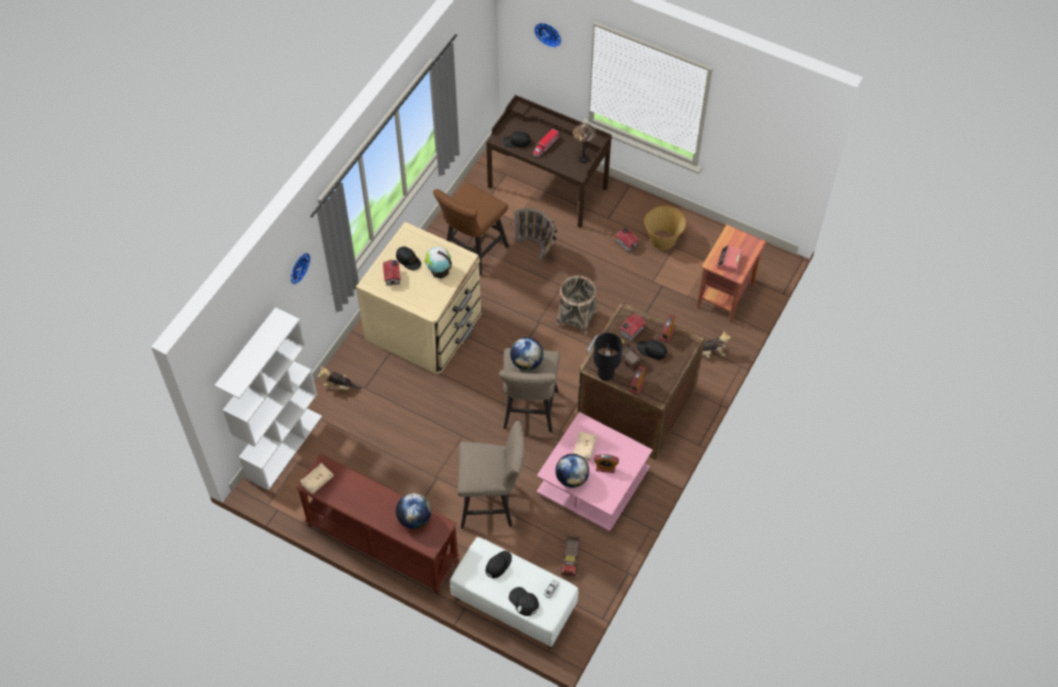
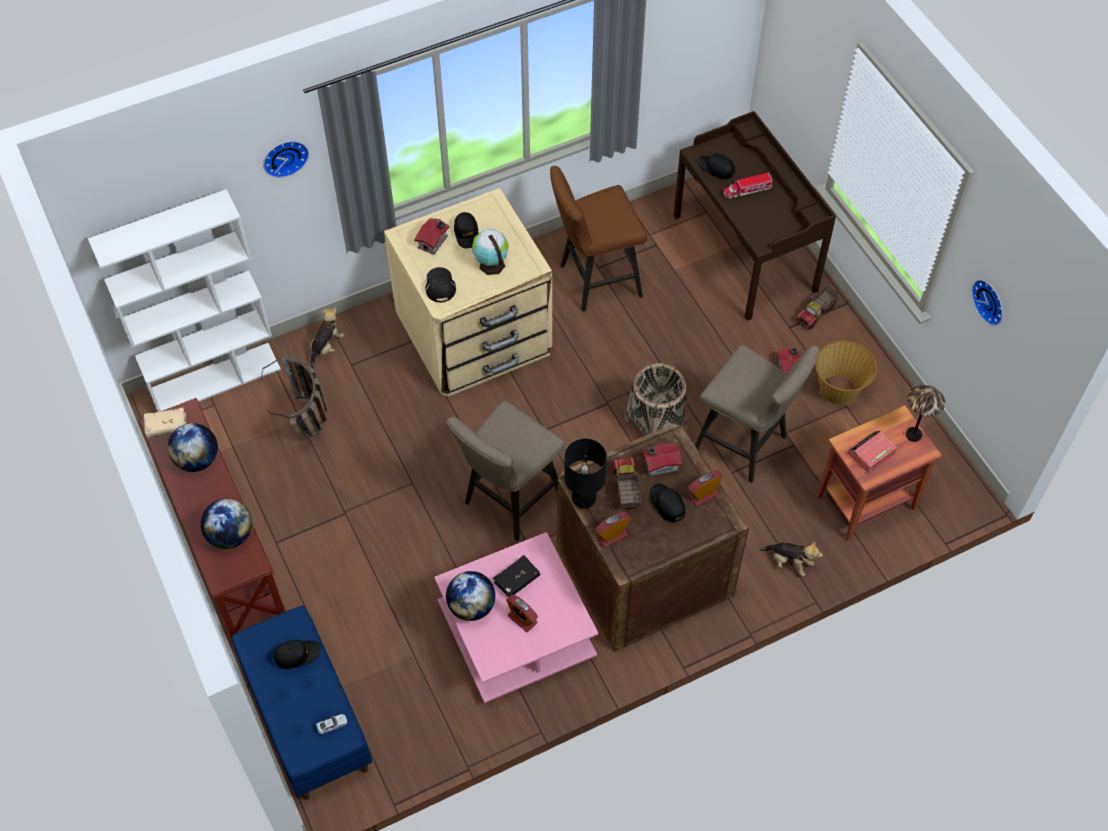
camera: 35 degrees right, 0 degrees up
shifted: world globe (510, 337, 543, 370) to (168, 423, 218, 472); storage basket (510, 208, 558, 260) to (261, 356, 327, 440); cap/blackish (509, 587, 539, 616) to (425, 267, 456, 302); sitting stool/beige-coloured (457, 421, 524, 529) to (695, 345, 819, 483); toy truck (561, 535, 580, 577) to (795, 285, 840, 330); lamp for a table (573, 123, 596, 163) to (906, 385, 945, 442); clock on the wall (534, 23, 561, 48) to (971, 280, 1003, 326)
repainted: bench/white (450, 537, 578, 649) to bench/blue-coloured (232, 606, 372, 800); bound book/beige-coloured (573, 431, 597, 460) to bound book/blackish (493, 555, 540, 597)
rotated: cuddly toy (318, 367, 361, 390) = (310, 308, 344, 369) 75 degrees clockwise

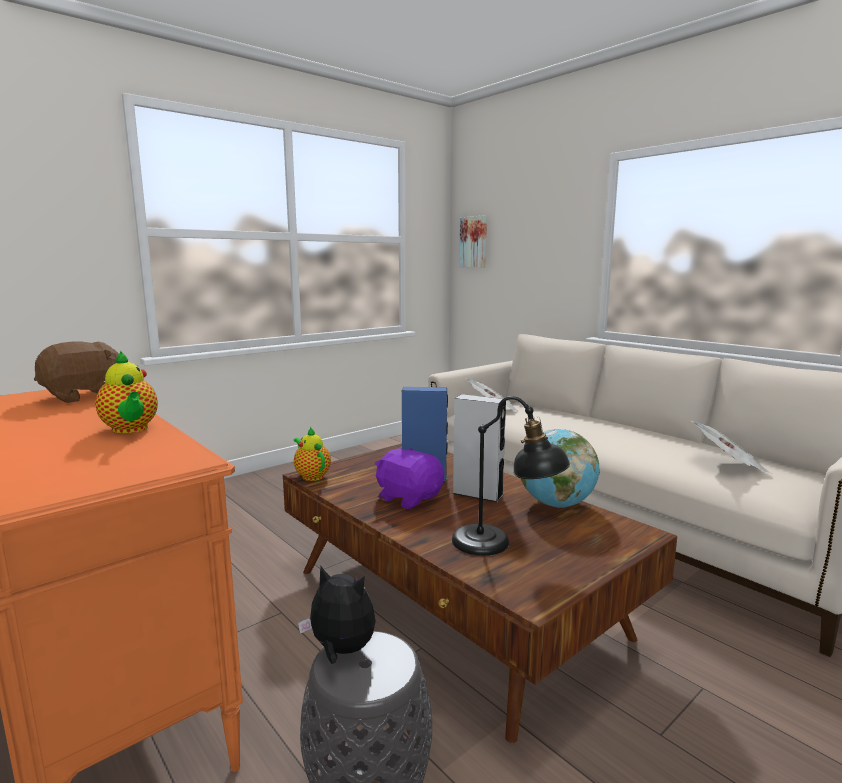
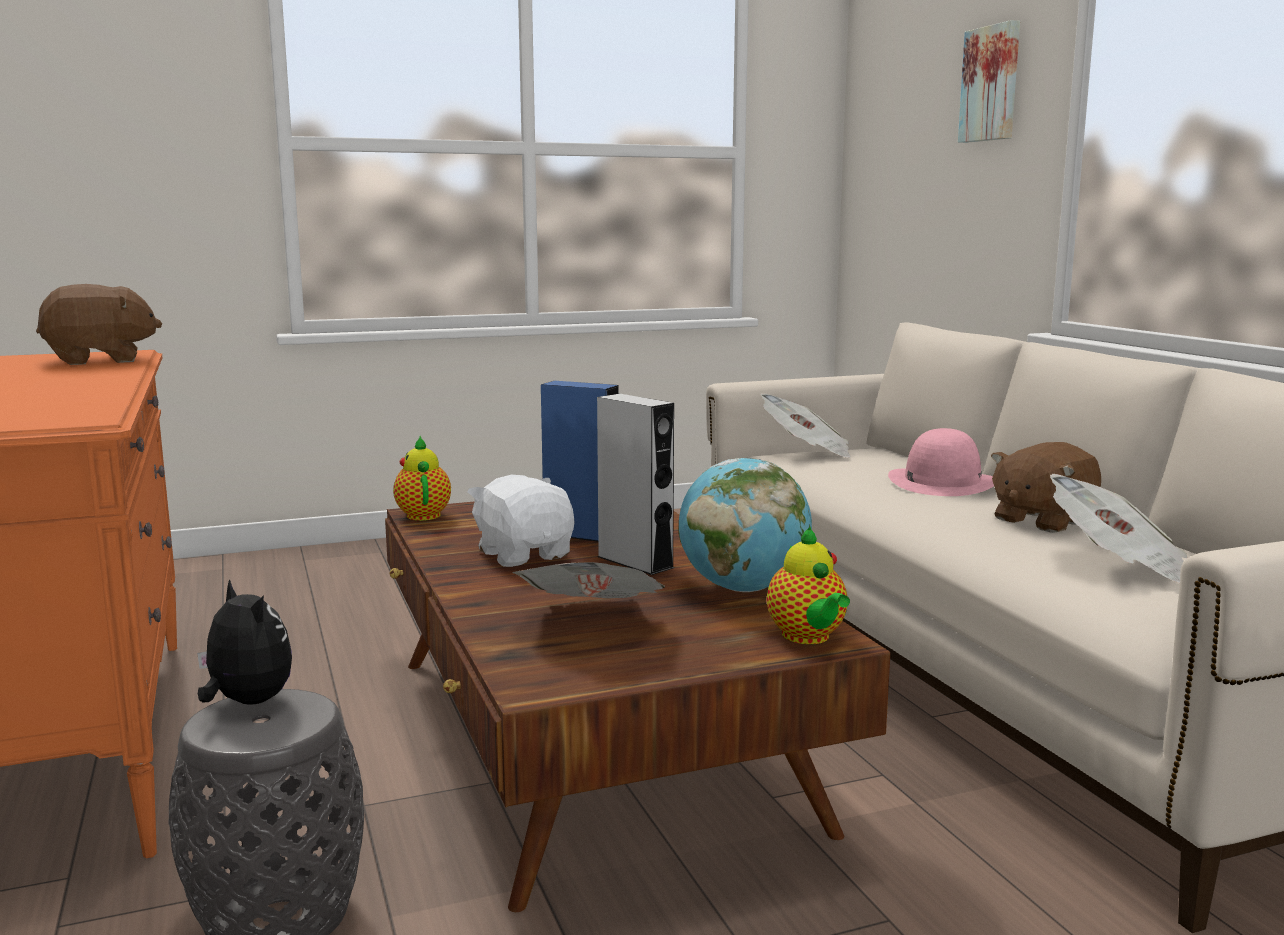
camera: 20 degrees right, 0 degrees up
new: wearable hat/pinkish (888, 428, 994, 496); cuddly toy/brownish (991, 442, 1101, 533)
shifted: pot for tea (96, 351, 158, 433) to (767, 527, 850, 644); picture (459, 215, 487, 267) to (958, 20, 1020, 143)
swapped: lamp for a table/blackish (452, 396, 570, 556) to printed paper (513, 562, 665, 598)
repainted: cuddly toy/purplish (375, 448, 444, 509) to cuddly toy/white (468, 475, 575, 567)

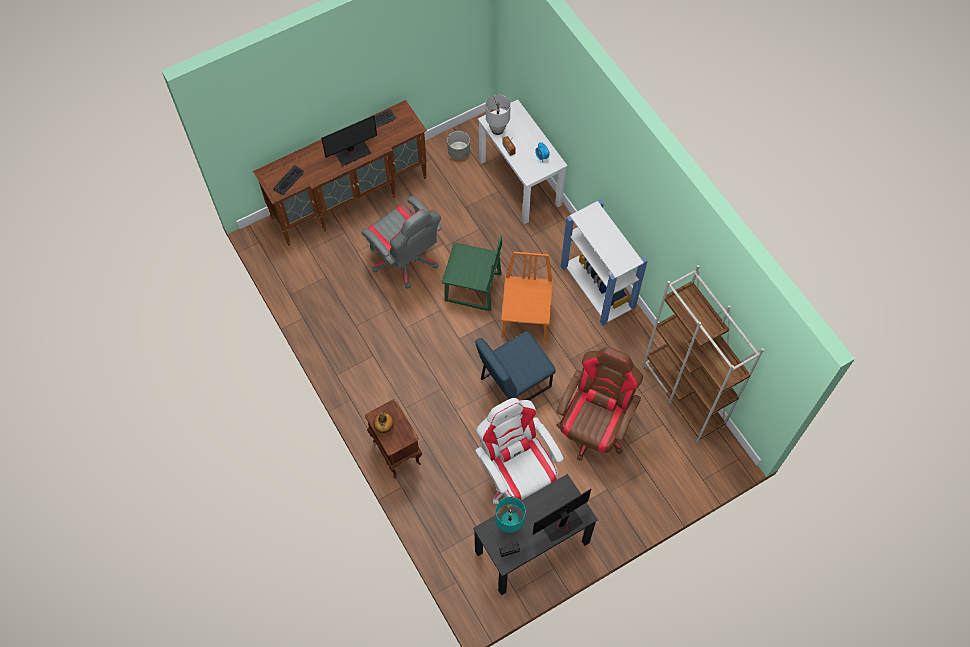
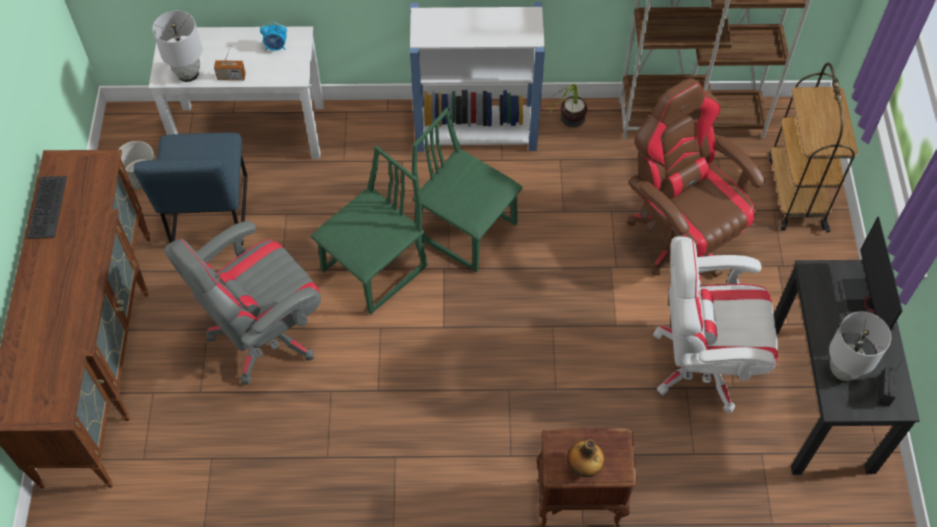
camera: 60 degrees left, 5 degrees down
gone: keyboard (273, 165, 304, 195); computer display (321, 115, 377, 166)
new: plant in a pot (547, 84, 587, 127); trolley/brownish (769, 63, 858, 233)
shifted: upright chair/blue-coloured (475, 331, 556, 400) to (134, 133, 248, 246)
repainted: upright chair/orangey (501, 252, 553, 340) to upright chair/green-coloured (412, 108, 523, 273); lamp for a table/turquoise-coloured (495, 497, 525, 533) to lamp for a table/white (829, 312, 891, 383)
rotated: computer chair/gray (362, 196, 442, 288) = (164, 221, 321, 385) 150 degrees clockwise

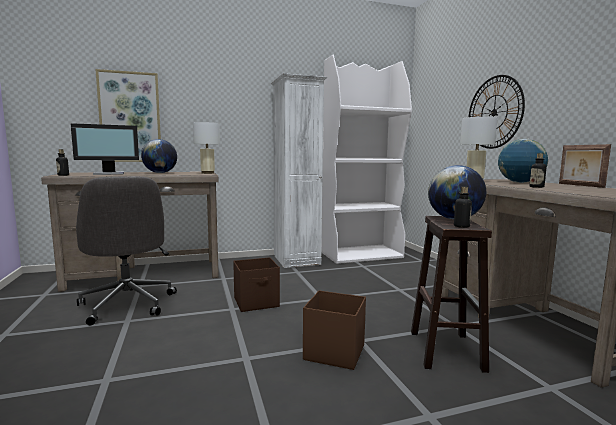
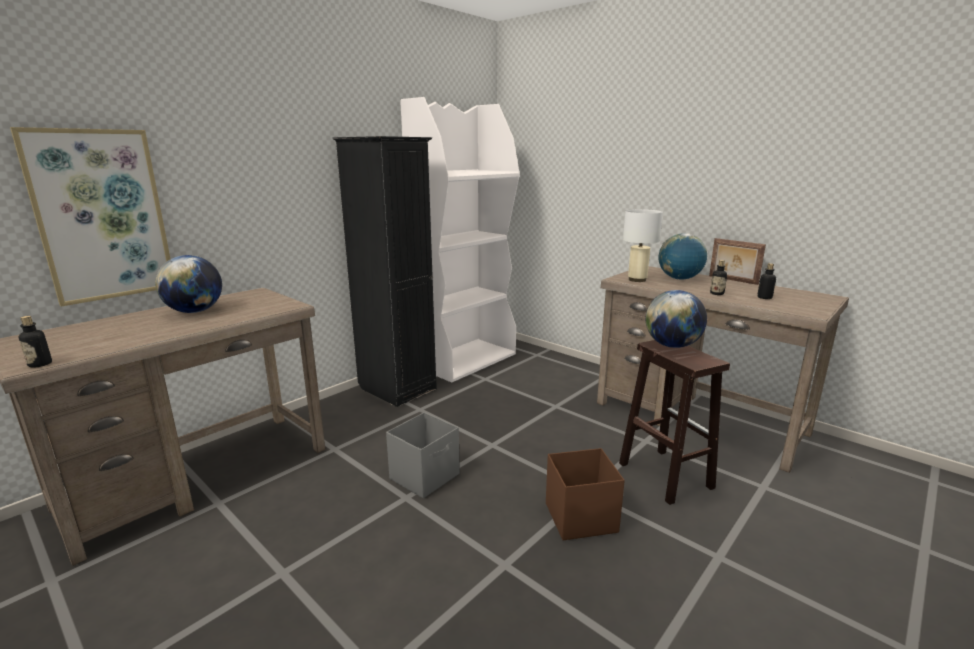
camera: 30 degrees left, 10 degrees up
gone: computer display (70, 123, 139, 175); computer chair/gray (76, 176, 177, 326); lamp for a table/white (193, 122, 220, 174); clock on the wall (469, 75, 525, 149)
shifted: drink bottle (454, 187, 472, 228) to (758, 263, 776, 299)
repainted: cabinet/white (271, 73, 327, 268) to cabinet/blackish (333, 136, 437, 407); storage container/brownish (233, 257, 280, 312) to storage container/gray (386, 412, 460, 498)

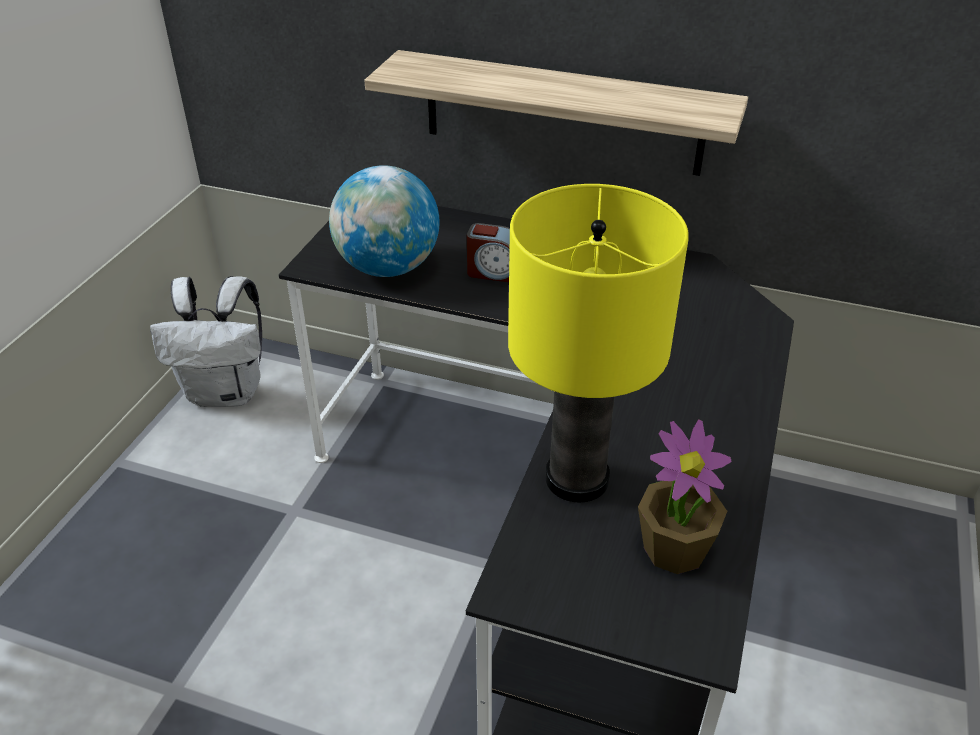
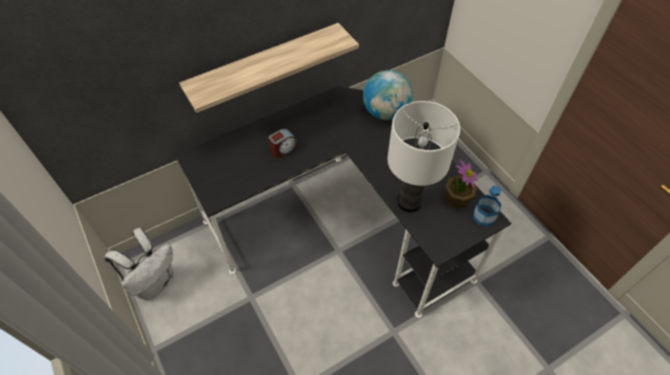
camera: 50 degrees left, 15 degrees up
new: drink bottle (473, 186, 501, 226)
shifted: world globe (329, 165, 440, 277) to (363, 70, 413, 120)
repainted: lamp for a table/yellow-coloured (508, 184, 689, 502) to lamp for a table/white (388, 101, 460, 212)

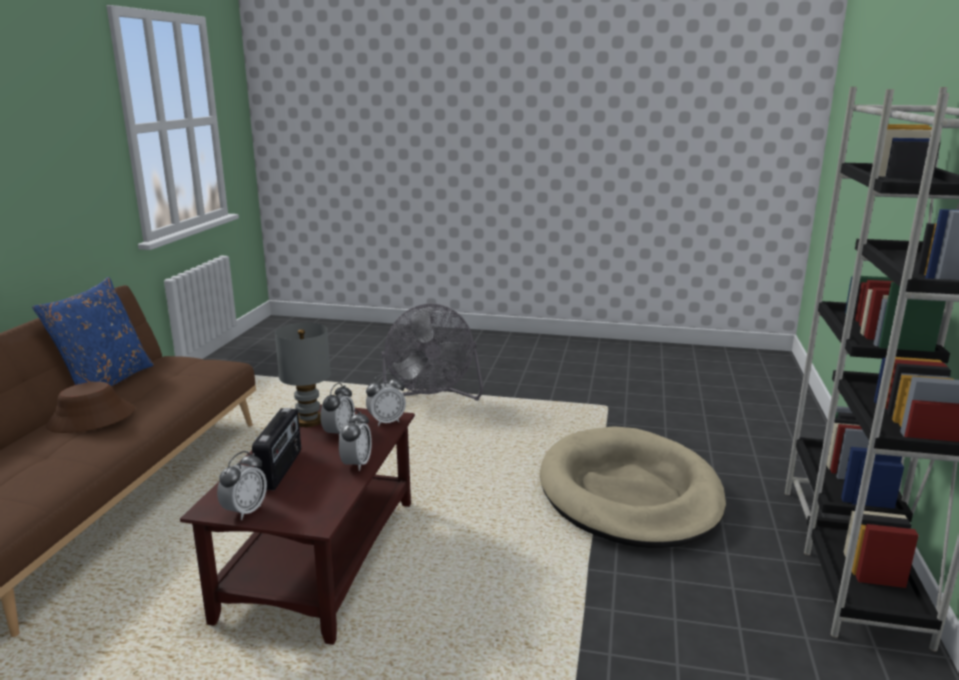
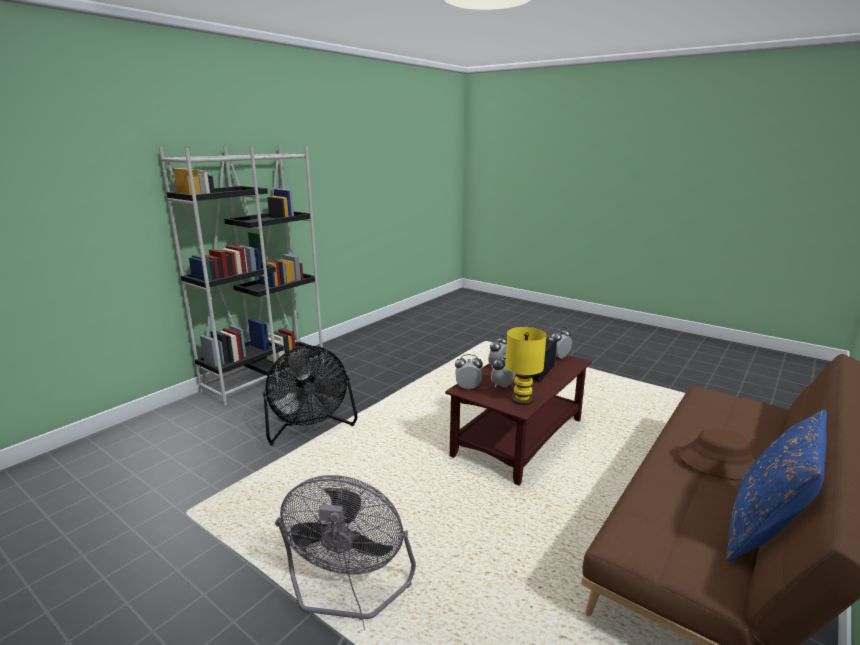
camera: 155 degrees left, 0 degrees up
swapped: pet bed/beige-coloured (540, 426, 726, 548) to cooling fan/blackish (262, 346, 357, 446)
repainted: lamp for a table/gray (275, 323, 331, 427) to lamp for a table/yellow-coloured (505, 327, 546, 405)

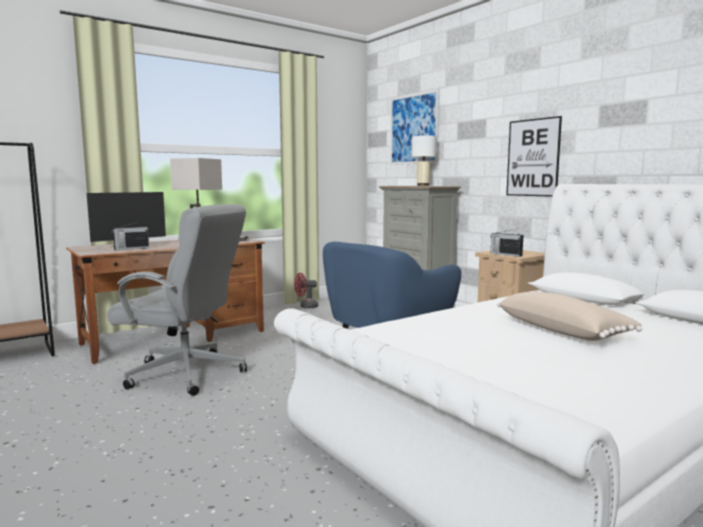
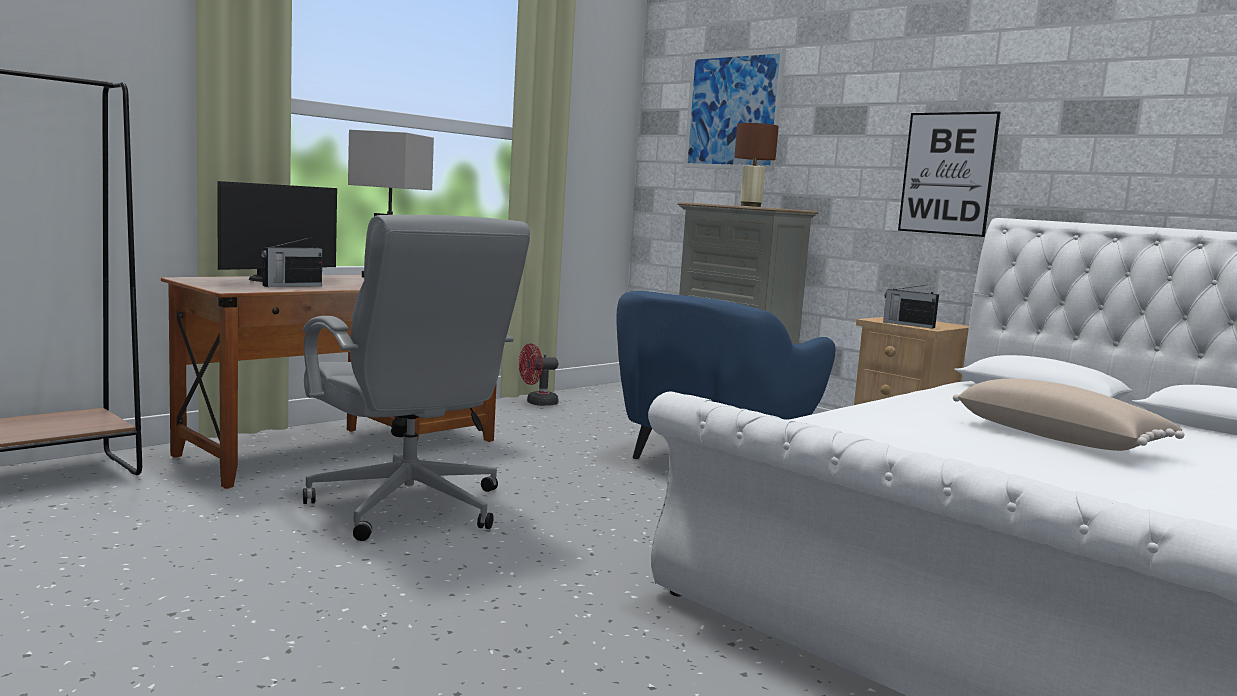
camera: 10 degrees left, 0 degrees up
repainted: lamp for a table/white (411, 135, 437, 186) to lamp for a table/brownish (735, 123, 778, 207)
rotated: computer chair/gray (107, 204, 247, 396) = (303, 215, 530, 541) 45 degrees clockwise

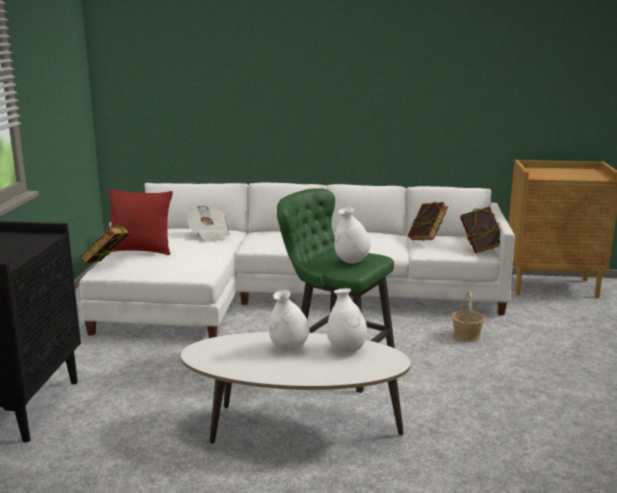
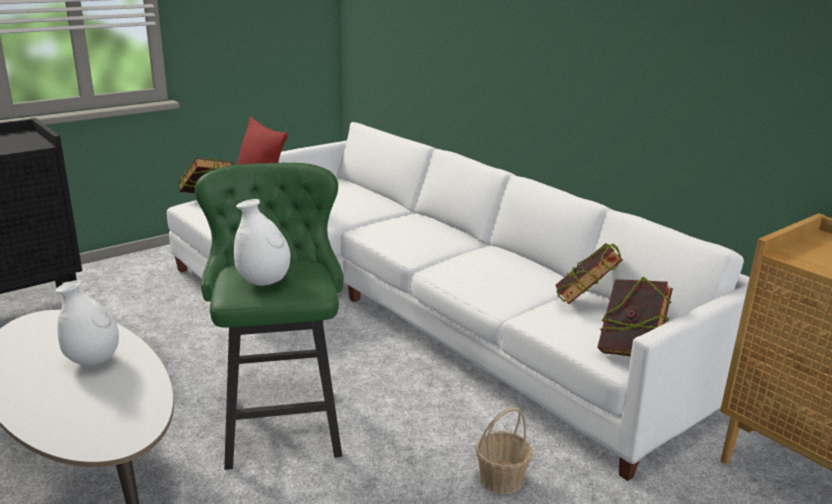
camera: 45 degrees right, 5 degrees up
gone: printed paper (187, 205, 230, 242); decorative vase/white (327, 288, 367, 352)

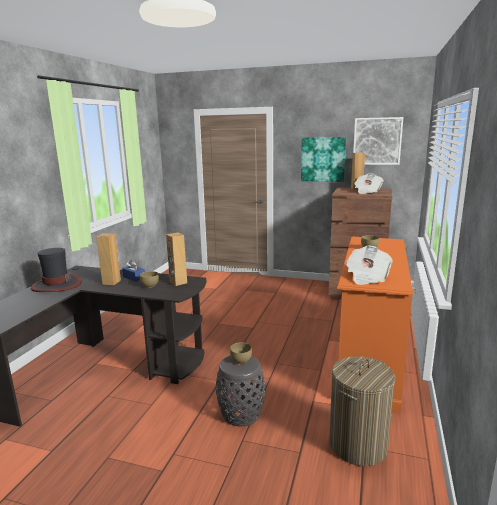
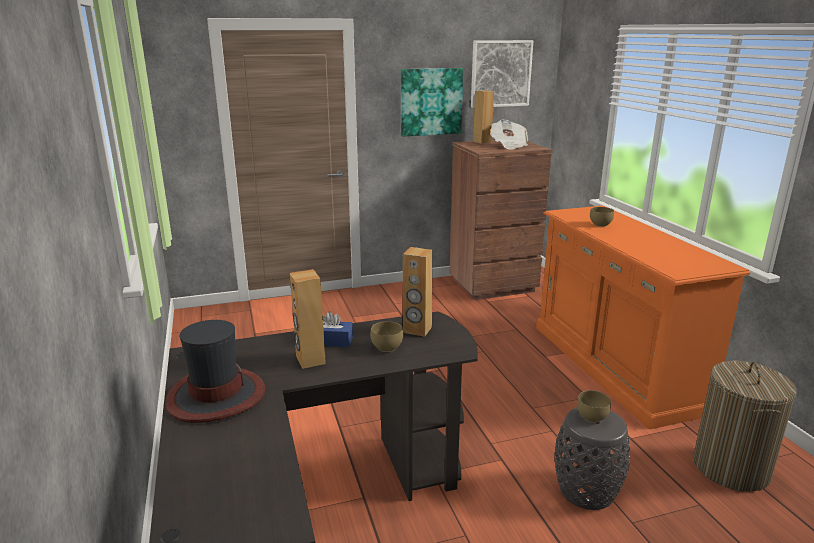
camera: 35 degrees left, 5 degrees up
gone: printed paper (346, 246, 393, 285)

